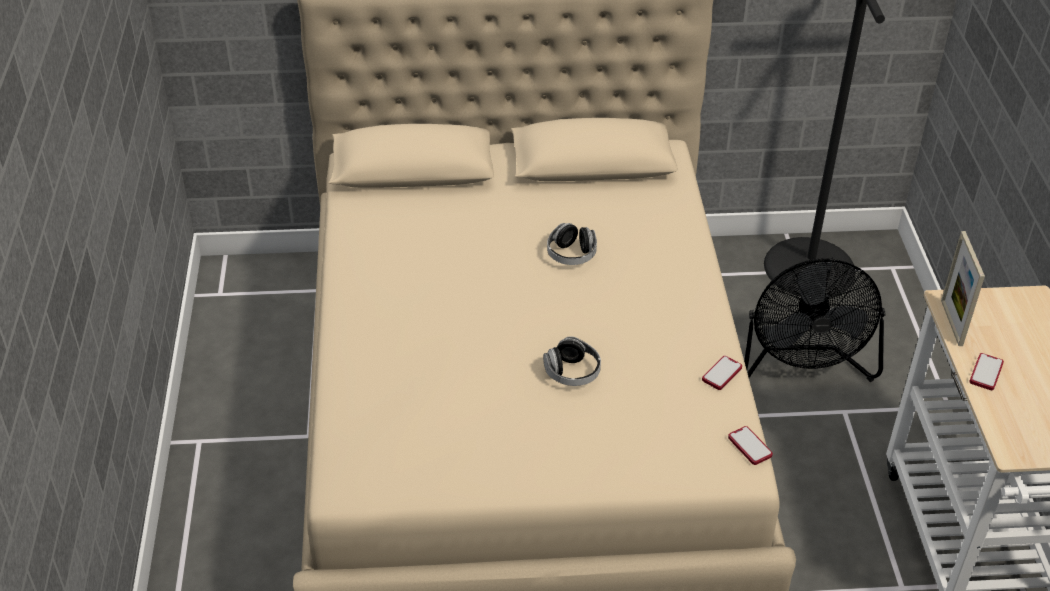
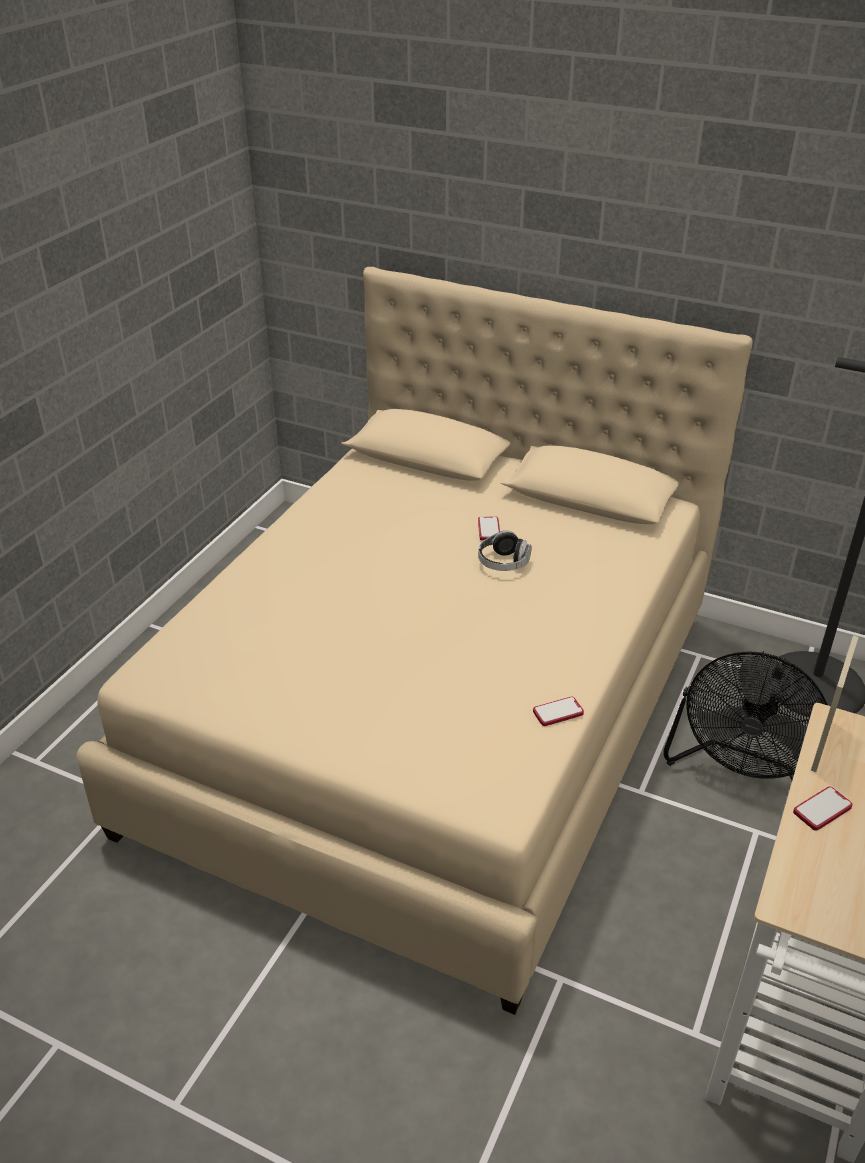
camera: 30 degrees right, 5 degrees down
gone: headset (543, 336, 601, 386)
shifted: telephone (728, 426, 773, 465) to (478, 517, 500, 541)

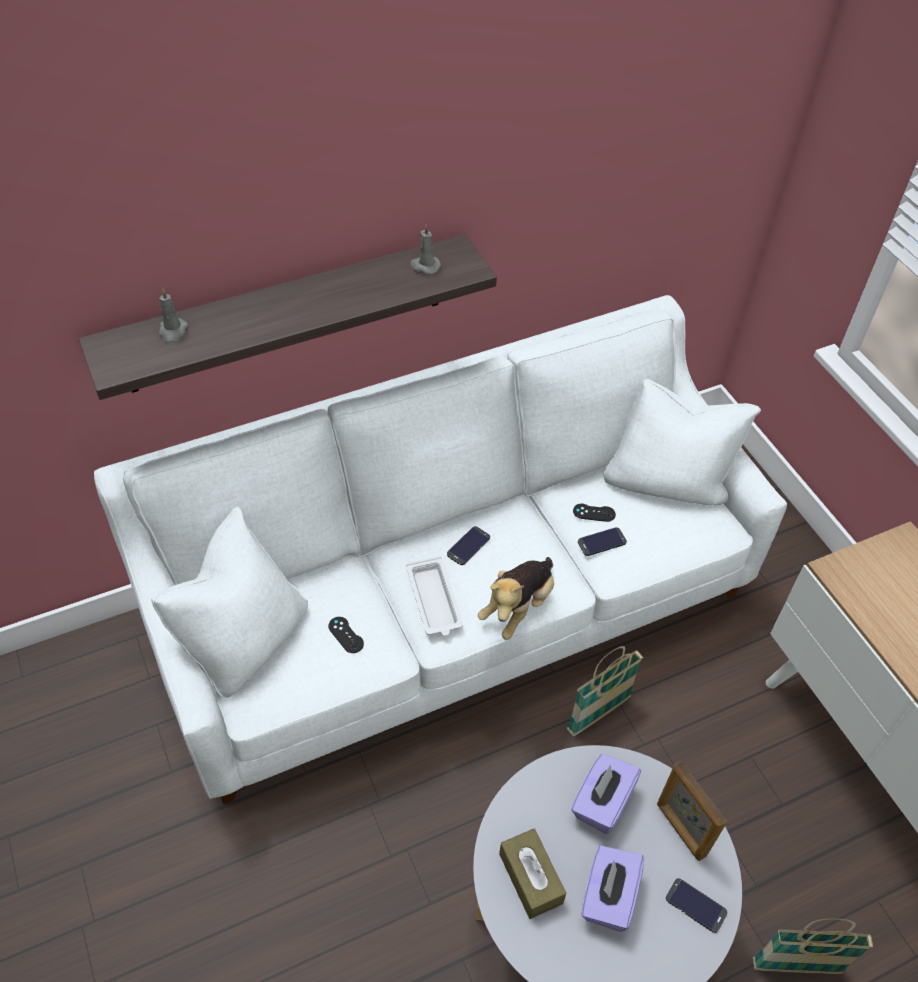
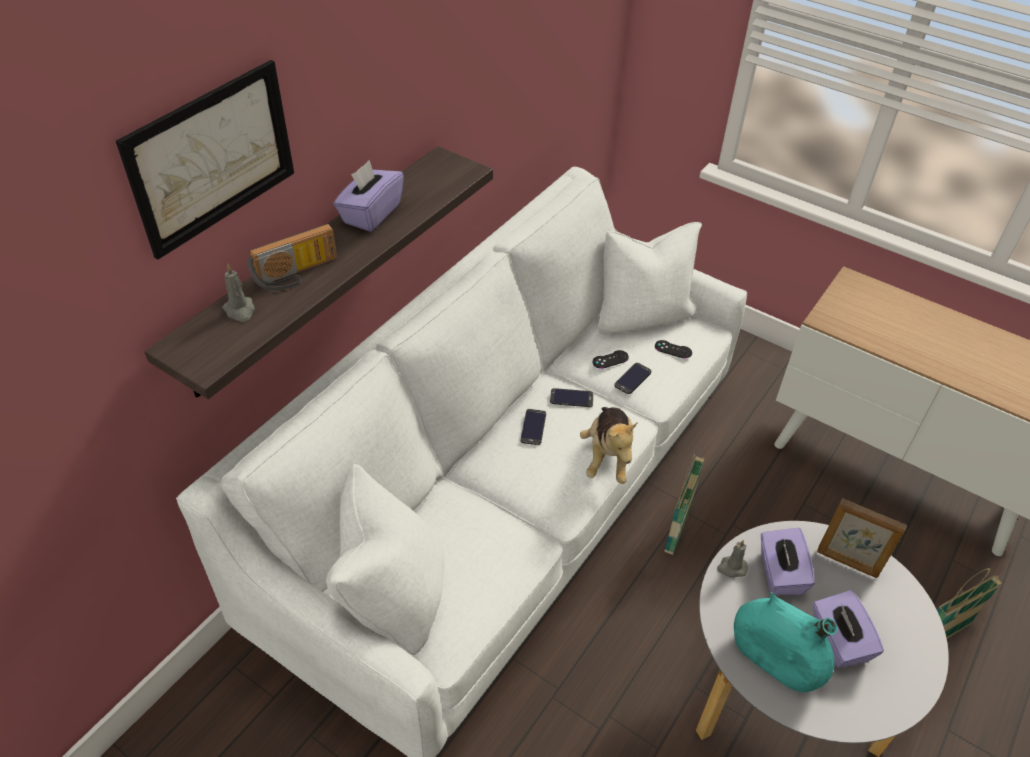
camera: 30 degrees left, 5 degrees down
gone: serving tray/white (406, 556, 463, 636)
new: picture (116, 60, 294, 260); radio (248, 224, 337, 290); box of tissues/purplish (333, 160, 404, 232)
shifted: telephone (666, 878, 728, 933) to (550, 388, 594, 407); joypad/blackish (328, 617, 364, 653) to (655, 340, 692, 359); candle/gray (410, 224, 441, 274) to (717, 540, 748, 578)
swapped: box of tissues/brownish (499, 829, 566, 919) to decorative vase/turquoise-coloured (734, 592, 837, 692)

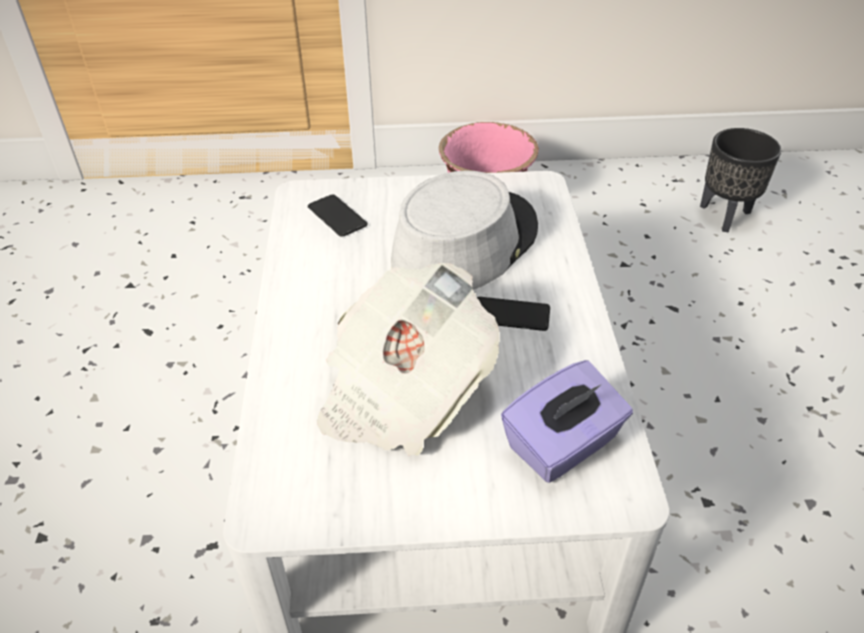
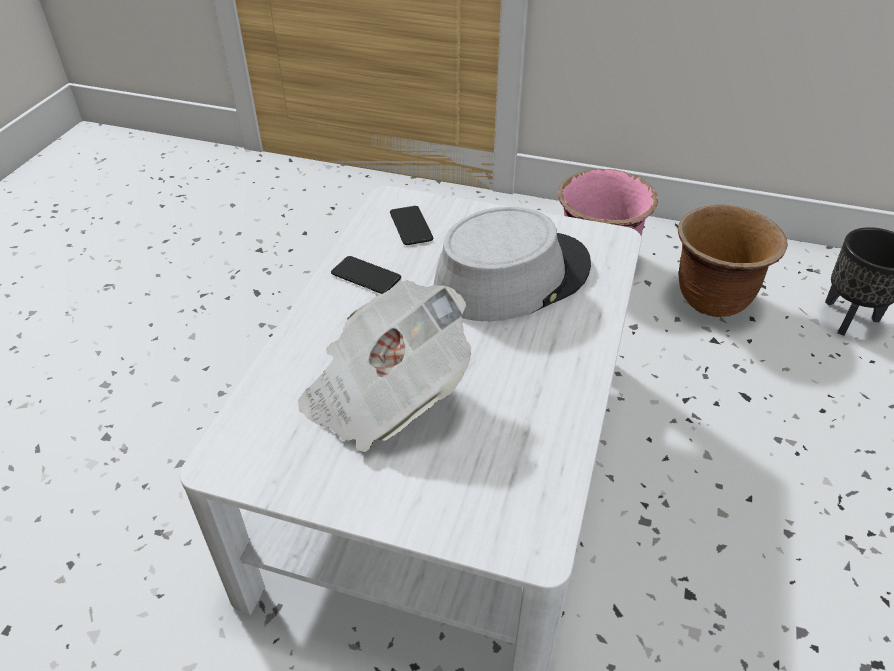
camera: 20 degrees right, 0 degrees up
gone: box of tissues/purplish (501, 360, 633, 483)
new: flower pot/brownish (678, 205, 788, 317)
shifted: telephone (477, 297, 550, 331) to (331, 256, 401, 294)

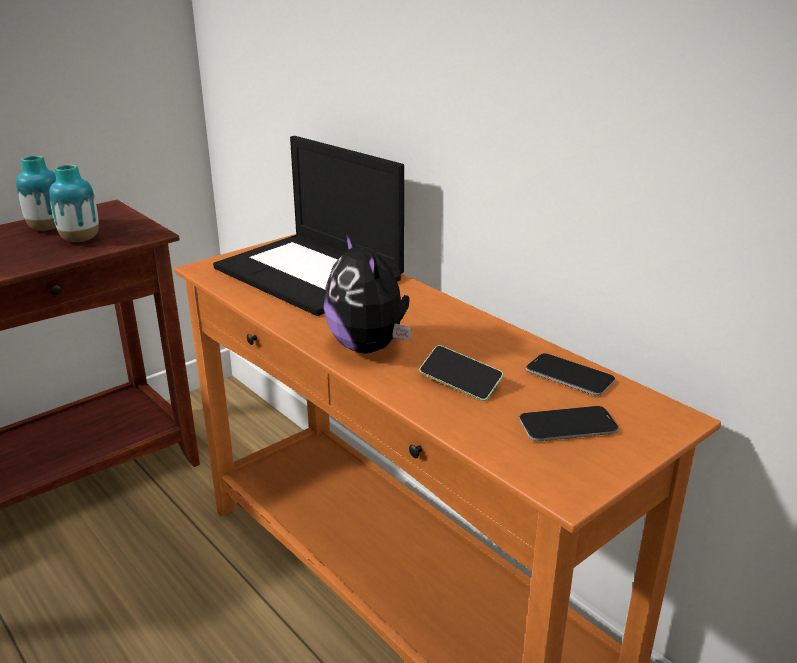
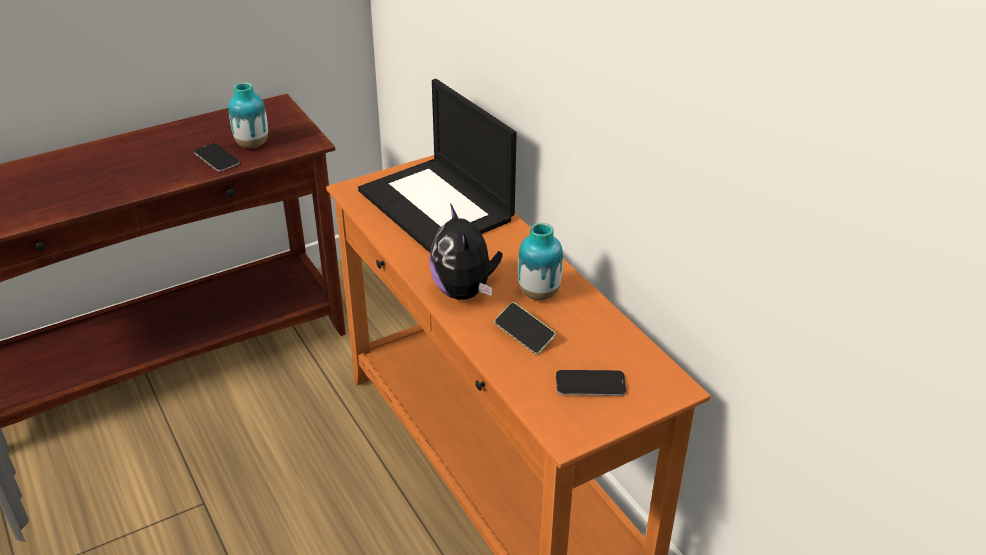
camera: 10 degrees right, 10 degrees up
shifted: telephone (526, 353, 615, 396) to (194, 143, 240, 172); decorative vase (16, 155, 56, 231) to (518, 223, 563, 300)

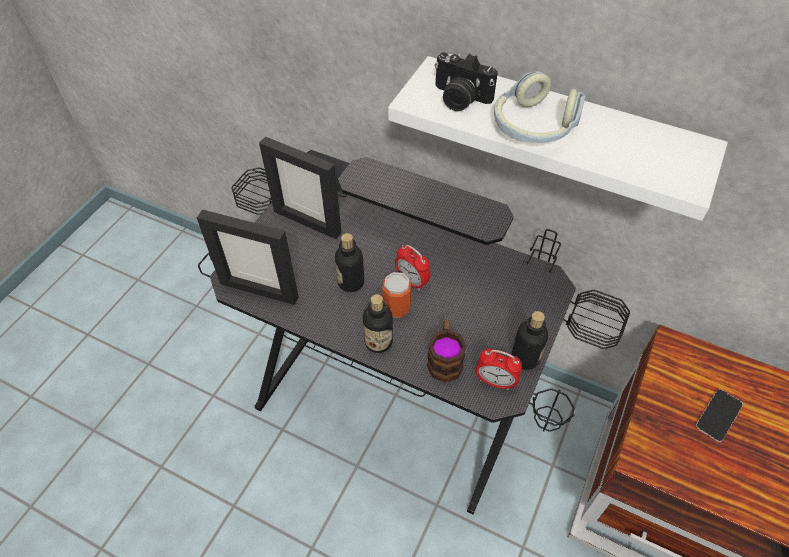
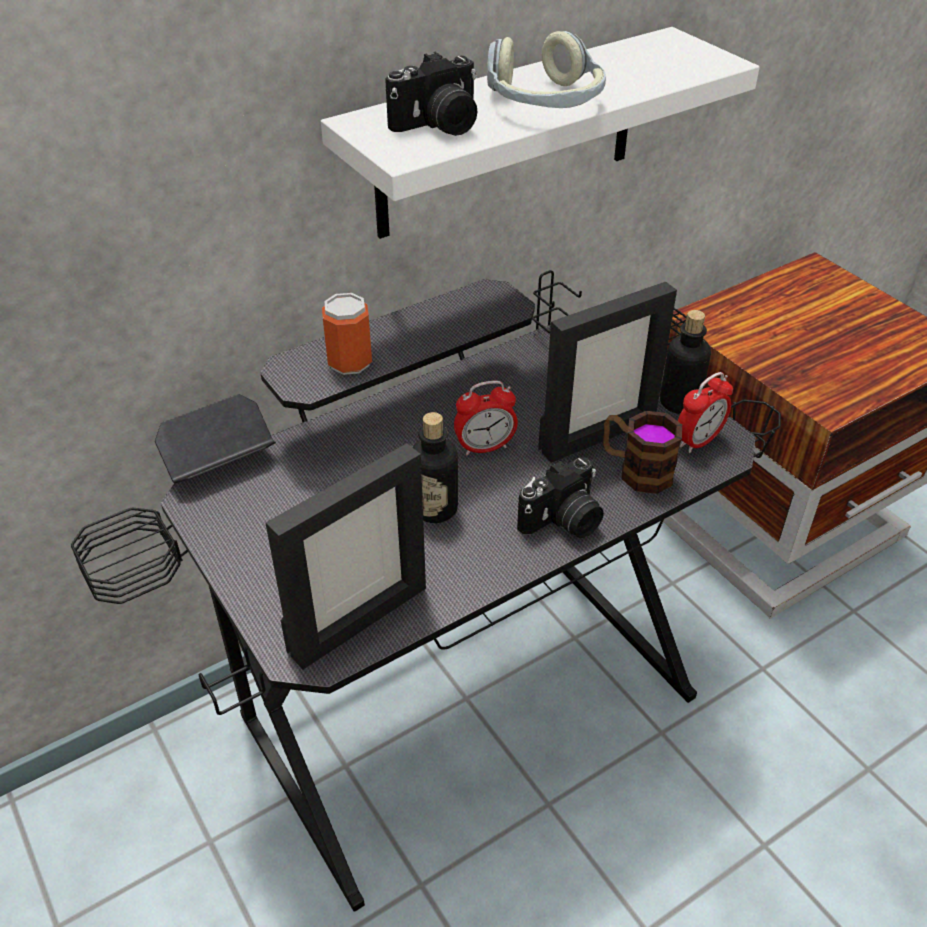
camera: 60 degrees left, 10 degrees down
gone: telephone (696, 389, 743, 442)
shifted: metal can (382, 272, 411, 318) to (322, 293, 372, 375); picture frame (259, 137, 342, 239) to (538, 282, 677, 463)
swapped: drink bottle (363, 294, 393, 353) to still camera (517, 457, 604, 538)

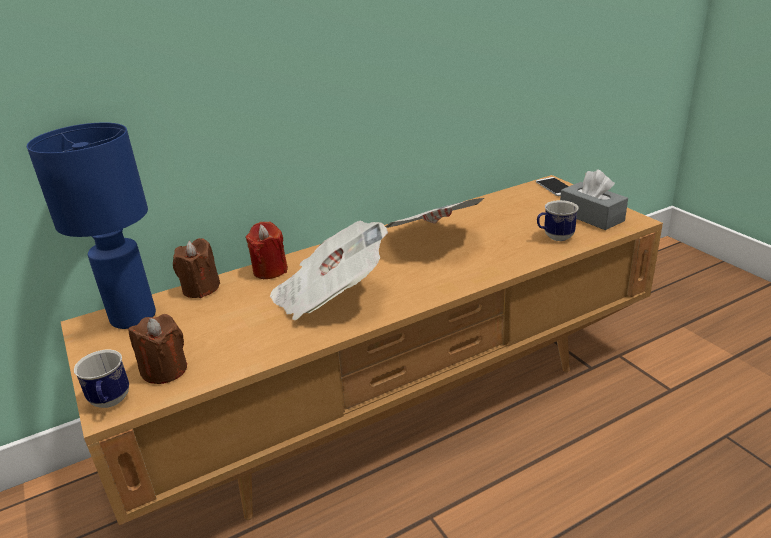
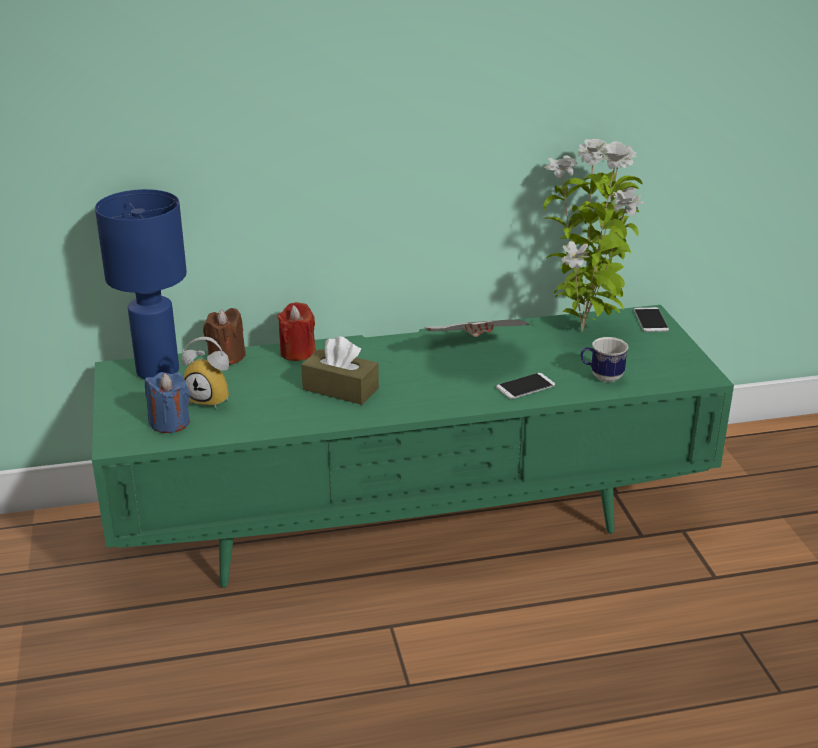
camera: 15 degrees right, 0 degrees up
gone: mug (74, 350, 129, 408); box of tissues/gray (560, 170, 628, 230)
new: table clock (181, 337, 229, 409); telephone (496, 373, 555, 399); plant in a pot (543, 139, 644, 332)
swapped: printed paper (270, 220, 388, 320) to box of tissues/brownish (301, 336, 379, 405)
repainted: media console/beige-coloured (61, 175, 663, 525) to media console/green-coloured (92, 305, 734, 588); candle/brownish (128, 314, 187, 384) to candle/blue-coloured (145, 372, 190, 433)

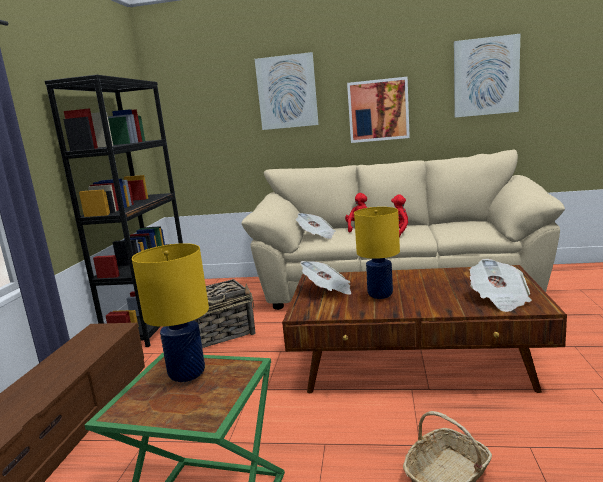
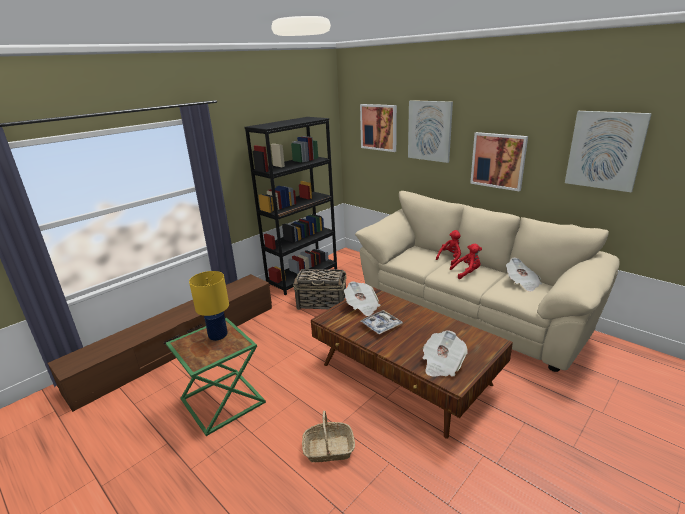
camera: 35 degrees right, 10 degrees up
new: picture (360, 104, 397, 152)
shifted: printed paper (296, 213, 336, 239) to (506, 258, 542, 292)
swapped: lamp for a table/yellow-coloured (354, 207, 400, 299) to serving tray (361, 310, 403, 335)

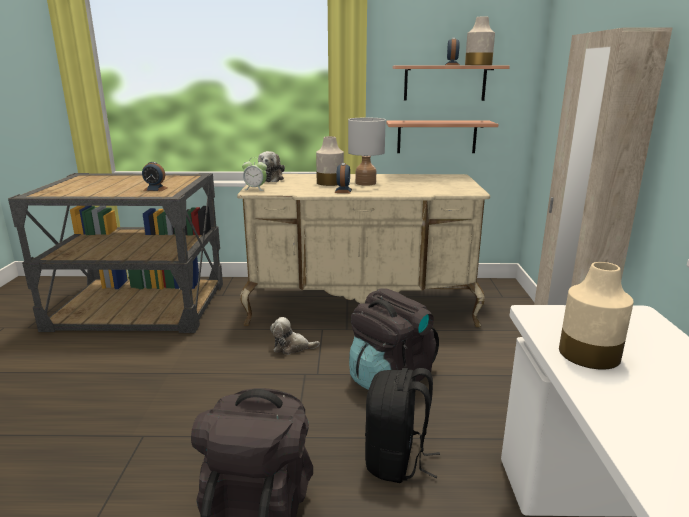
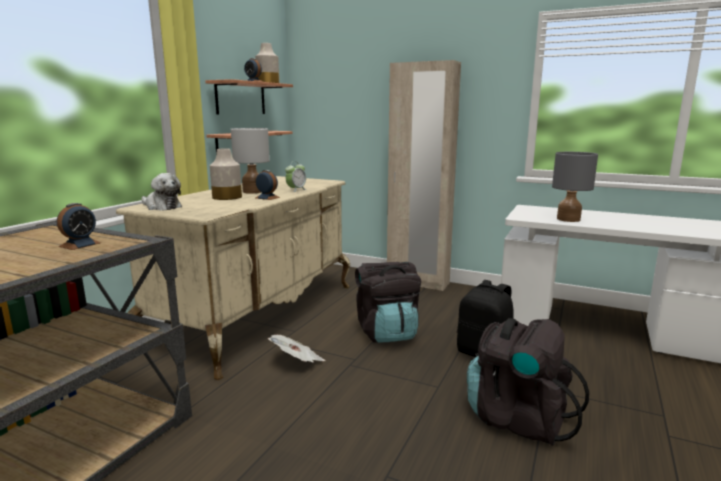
camera: 65 degrees left, 5 degrees down
shifted: table clock (242, 160, 267, 191) to (285, 161, 307, 192)
swapped: cuddly toy (270, 317, 320, 355) to printed paper (268, 335, 325, 363); decorative vase/beige-coloured (559, 262, 634, 370) to lamp for a table/gray (552, 152, 598, 222)

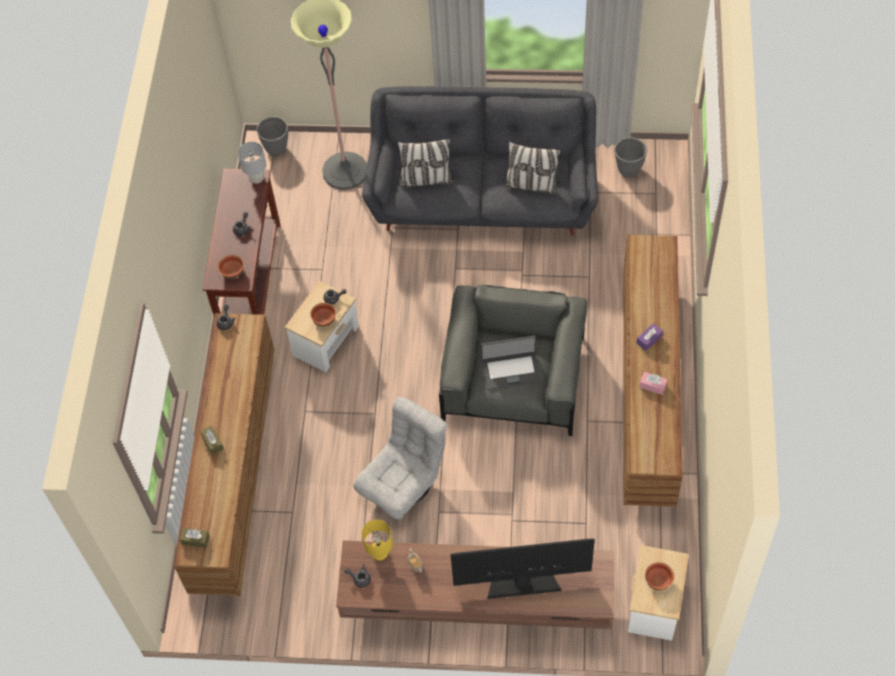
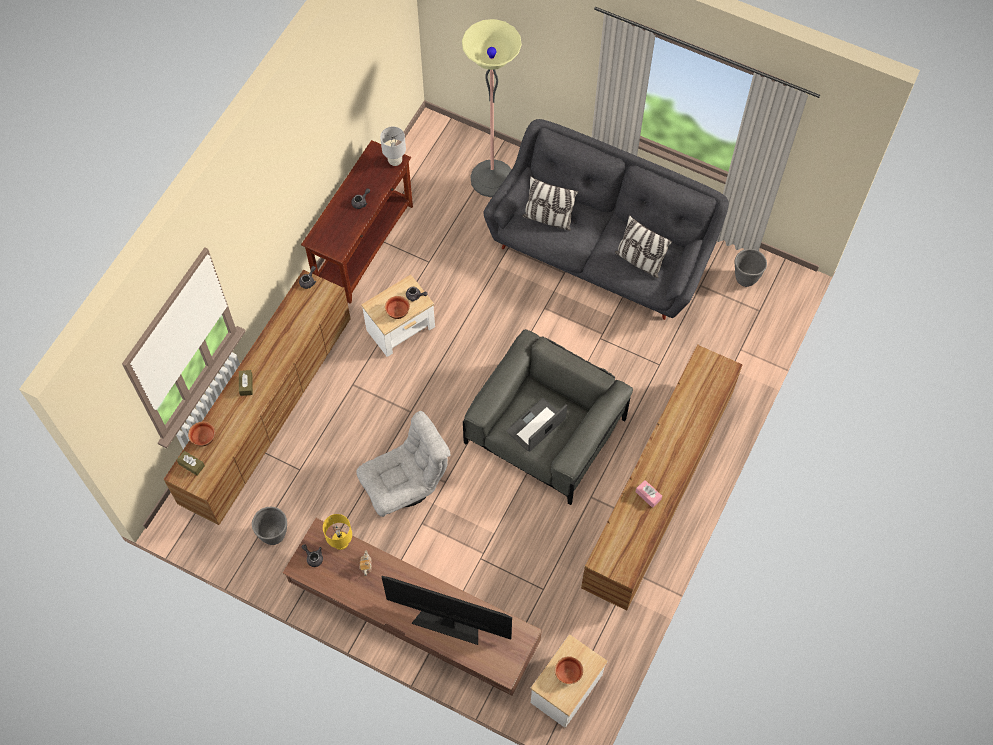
camera: 20 degrees right, 5 degrees up
gone: box of tissues/purplish (637, 323, 663, 351)
shifted: deep dish (217, 255, 244, 279) to (188, 421, 215, 447); flower pot/gray (257, 116, 288, 156) to (252, 507, 287, 545)
rotated: portable computer (481, 336, 541, 390) = (506, 398, 567, 452) 120 degrees clockwise

